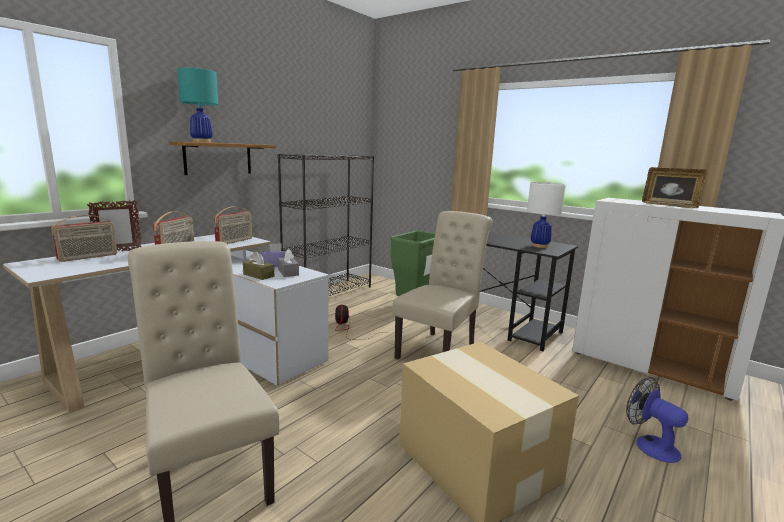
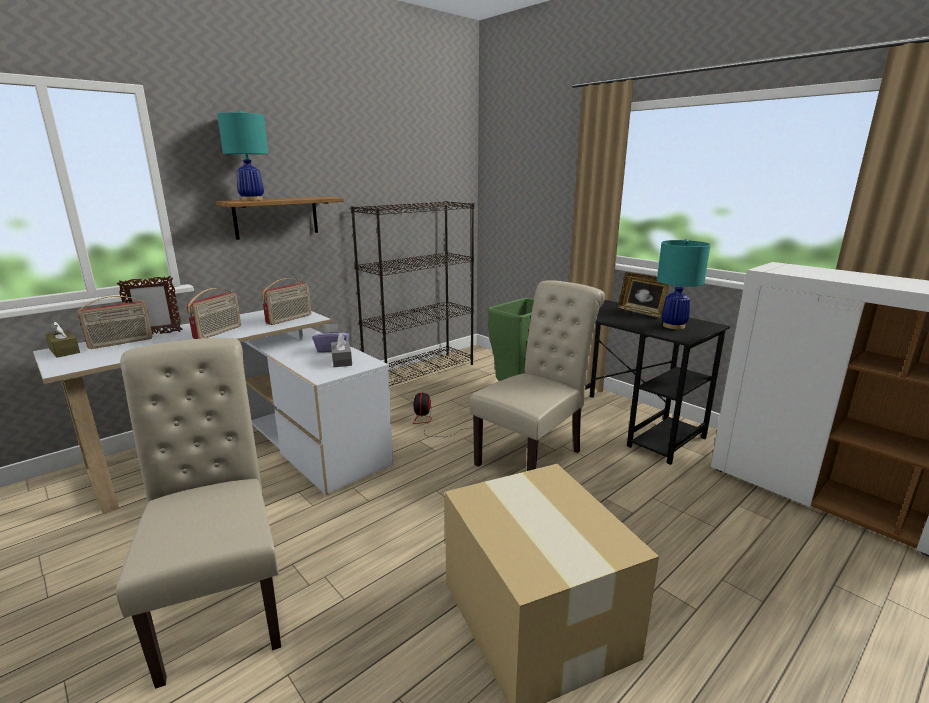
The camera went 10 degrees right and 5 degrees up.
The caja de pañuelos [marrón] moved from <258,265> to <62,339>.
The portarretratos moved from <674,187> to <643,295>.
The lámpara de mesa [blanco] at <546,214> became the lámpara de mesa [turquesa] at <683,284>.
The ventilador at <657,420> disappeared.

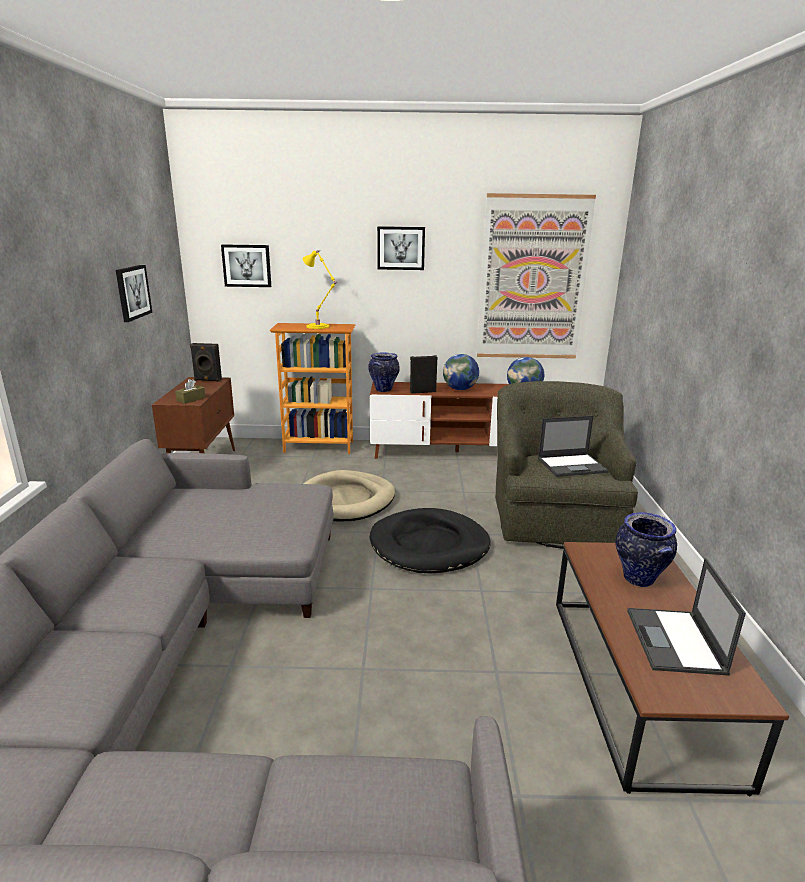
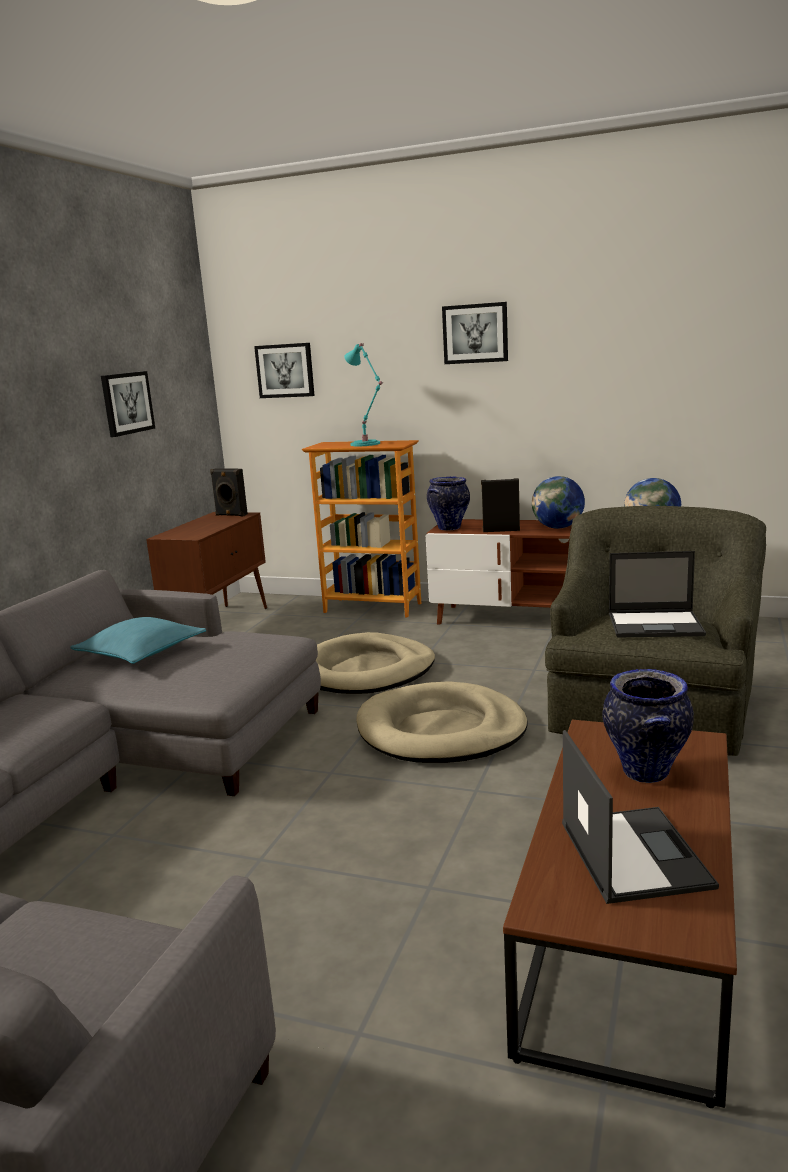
The camera went 20 degrees right and 5 degrees down.
The cojín [turquesa] at <138,640> appeared.
The lámpara de mesa [amarillo] at <320,289> became the lámpara de mesa [turquesa] at <363,394>.
The cama para perro [negro] at <430,541> became the cama para perro [beis] at <442,722>.
The portátil at <686,616> turned 150 degrees clockwise.
The caja de pañuelos [marrón] at <190,391> disappeared.
The cuadro at <536,276> disappeared.

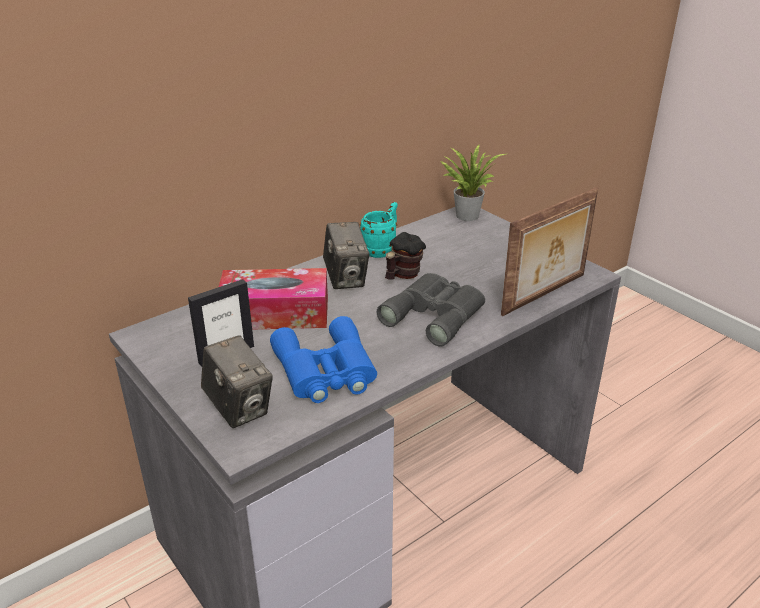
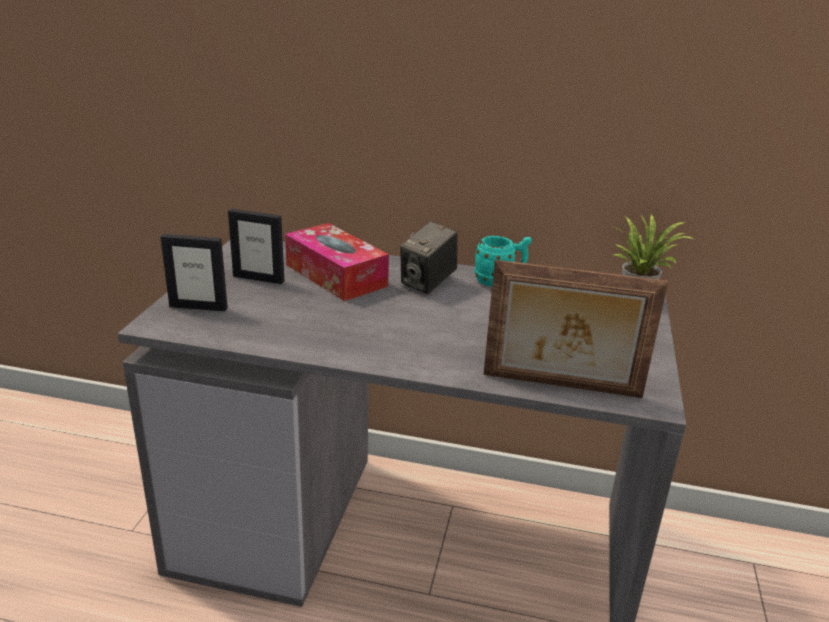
The camera went 50 degrees right and 5 degrees down.
The cámara at <237,381> was replaced by the portarretratos at <194,272>.
The prismáticos [azul] at <323,359> disappeared.
The prismáticos [gris] at <431,310> disappeared.
The taza grande at <405,256> disappeared.

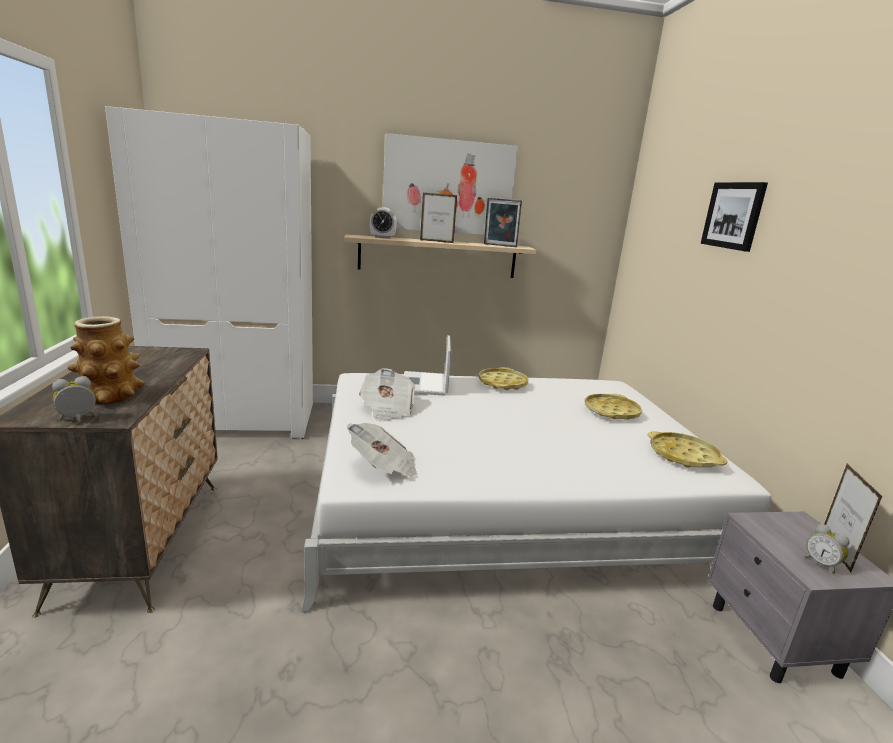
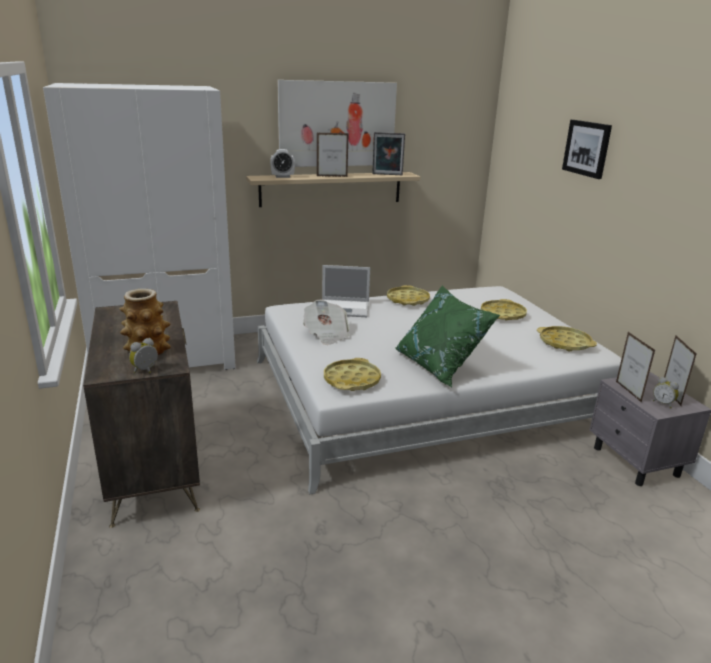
The camera went 10 degrees left and 5 degrees up.
The portátil at <427,365> turned 75 degrees counterclockwise.
The periódico at <382,450> was replaced by the bandeja [amarillo] at <352,374>.
The cojín [verde] at <447,336> appeared.
The portarretratos at <635,367> appeared.

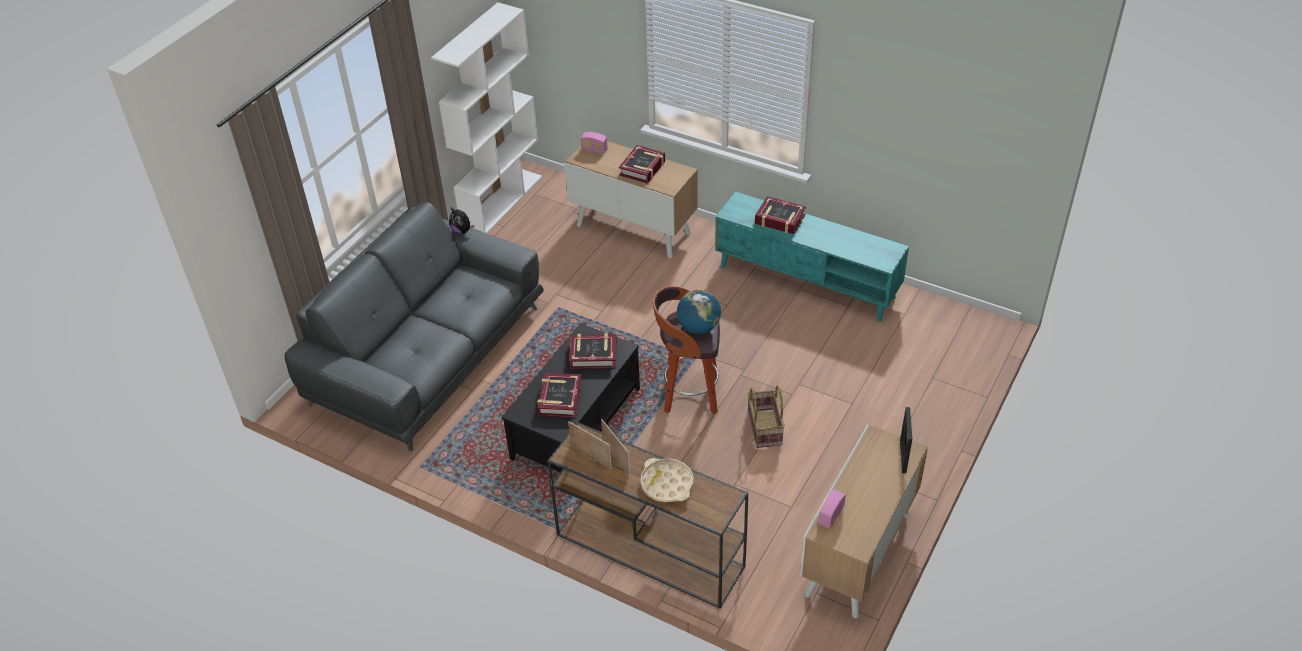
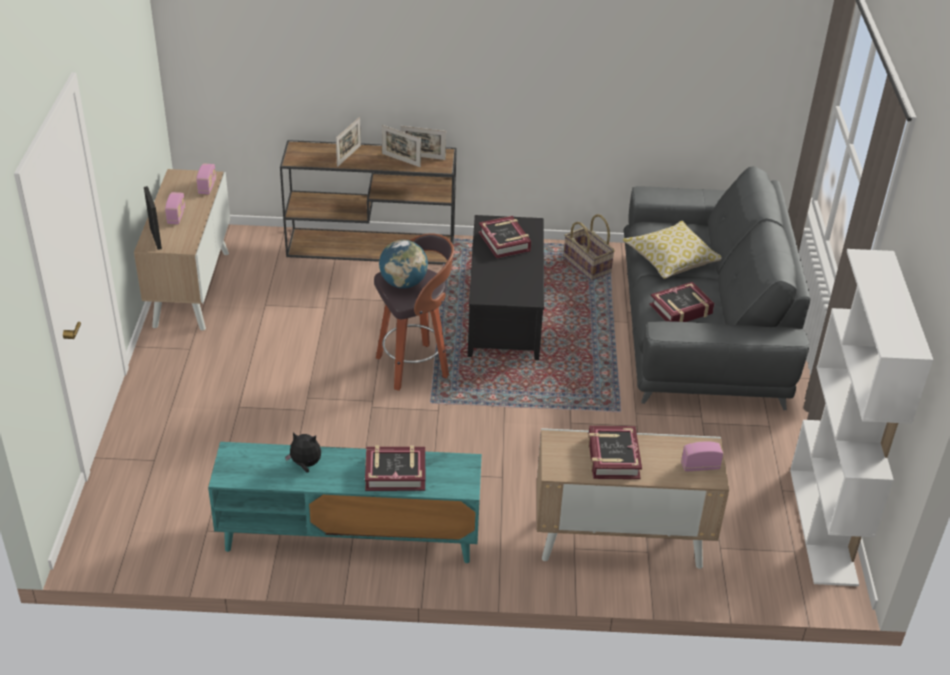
The camera went 150 degrees right and 5 degrees down.
The radio at <175,208> appeared.
The peluche moved from <461,220> to <303,452>.
The bandeja [beis] at <667,480> was replaced by the portarretratos at <348,142>.
The cesta moved from <766,416> to <589,247>.
The cojín at <672,250> appeared.
The libro moved from <593,351> to <682,302>.

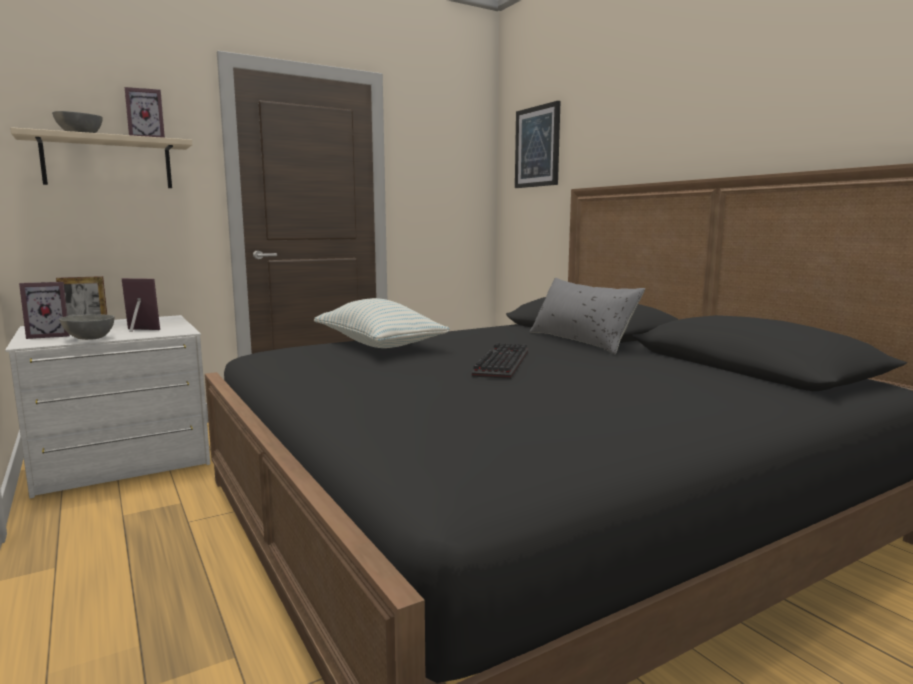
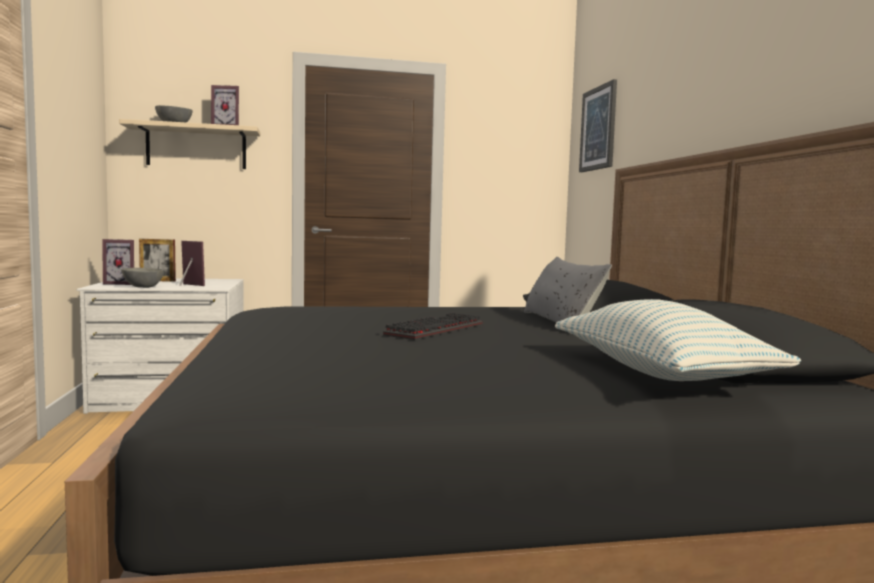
The camera went 20 degrees right and 5 degrees down.
The cojín moved from <382,323> to <678,340>.

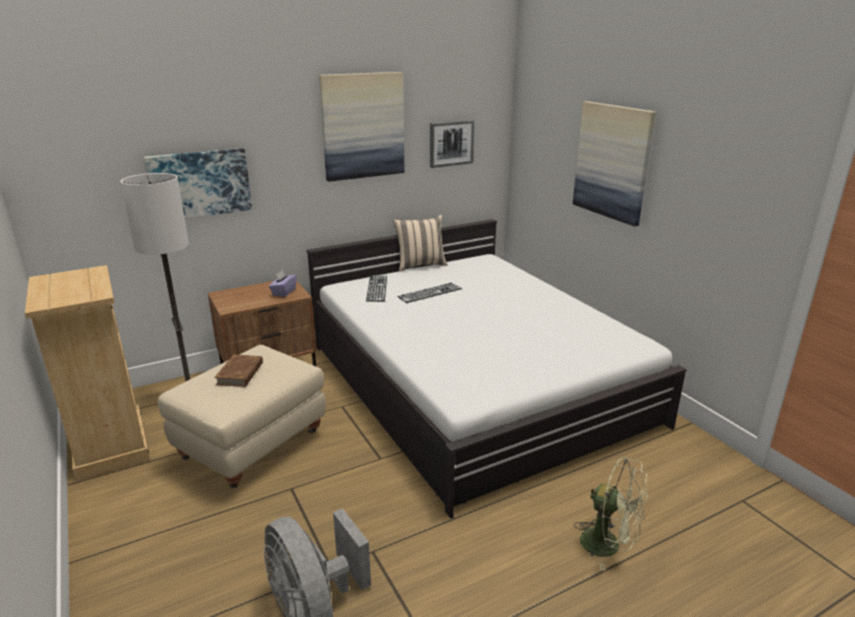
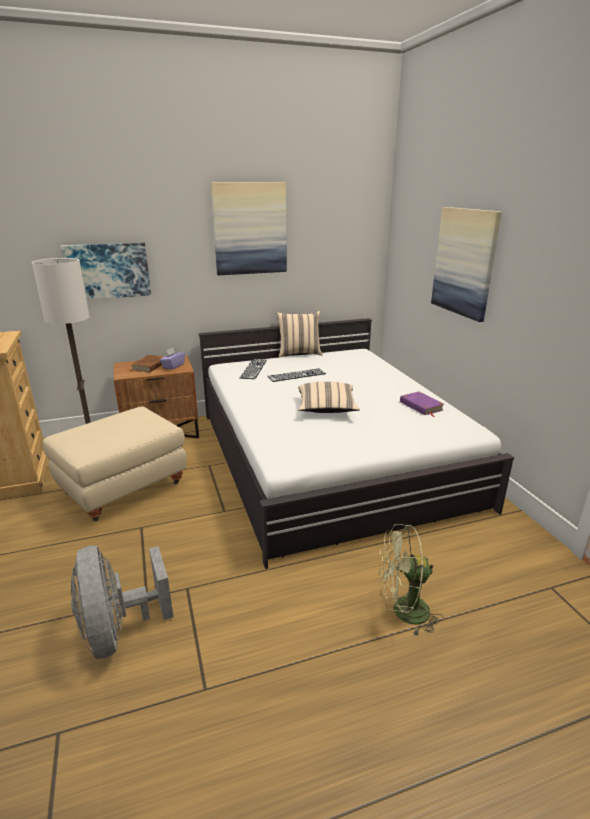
The camera went 10 degrees right and 0 degrees up.
The libro [marrón] moved from <238,371> to <147,363>.
The cojín [beis] at <329,397> appeared.
The ventilador [verde] at <611,514> turned 135 degrees clockwise.
The libro [morado] at <422,404> appeared.
The cuadro at <452,144> disappeared.

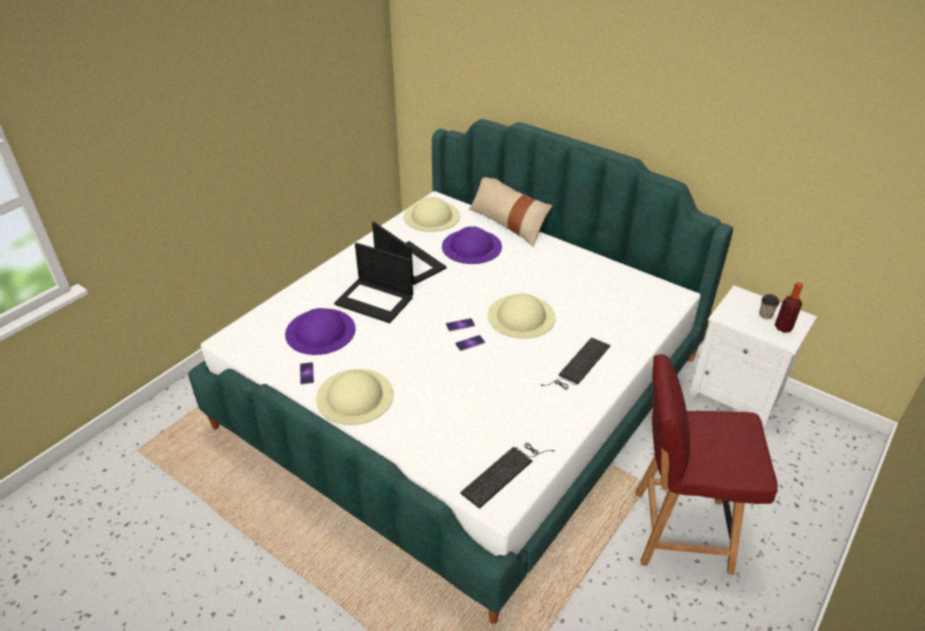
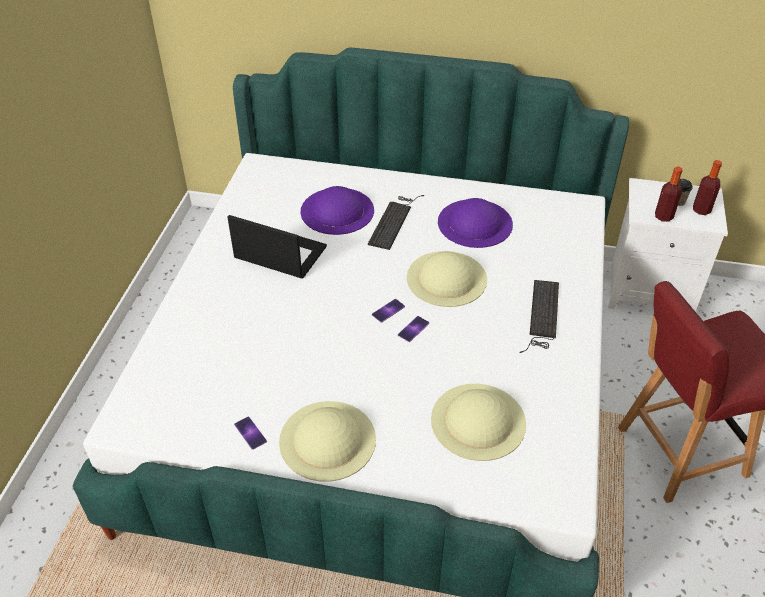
The camera went 25 degrees left and 5 degrees up.
The teclado moved from <507,476> to <396,222>.
The sombrero [beis] moved from <431,214> to <478,422>.
The sombrero [morado] moved from <320,331> to <475,223>.
The botella at <668,194> appeared.
The portátil at <373,283> disappeared.
The cojín [beis] at <510,212> disappeared.

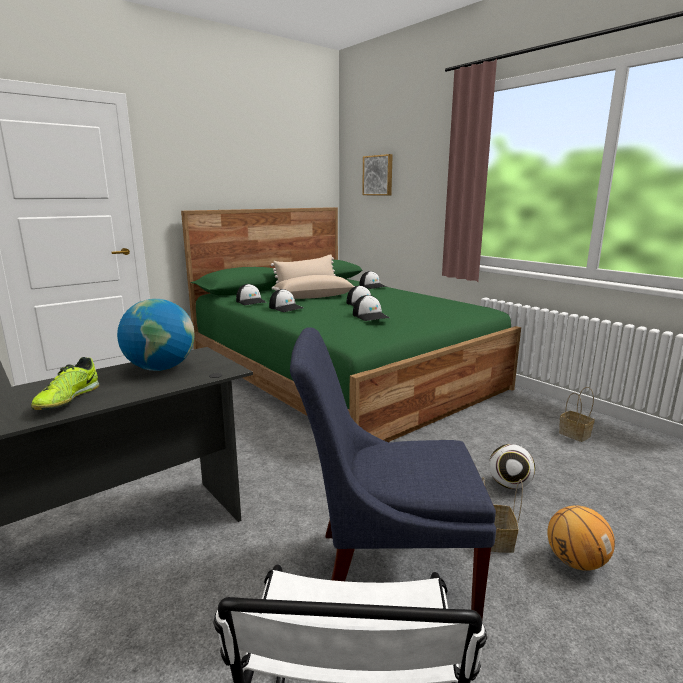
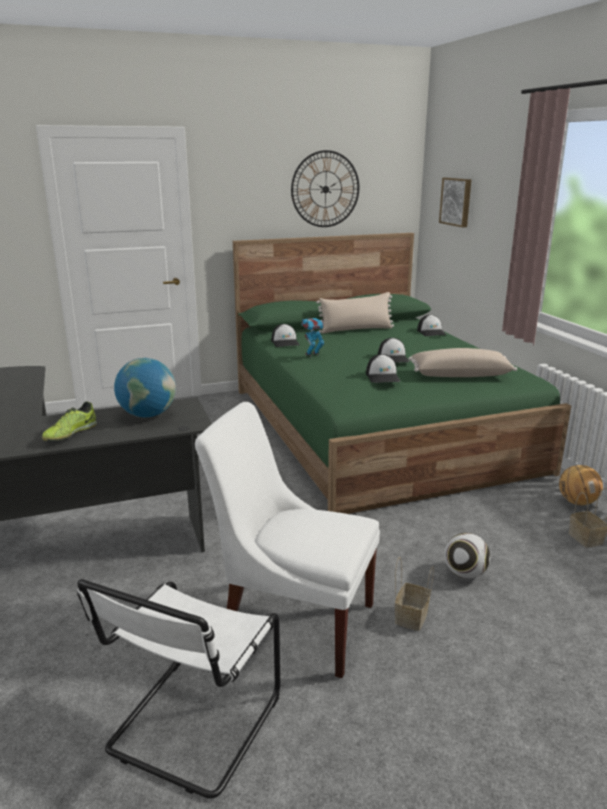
The camera went 20 degrees right and 5 degrees up.
The silla [azul] at <393,473> became the silla [blanco] at <287,540>.
The reloj de pared at <325,188> appeared.
The gorra at <286,300> was replaced by the robot de juguete at <313,336>.
The cojín [beis] moved from <313,287> to <463,362>.
The balón de baloncesto moved from <581,538> to <581,485>.

